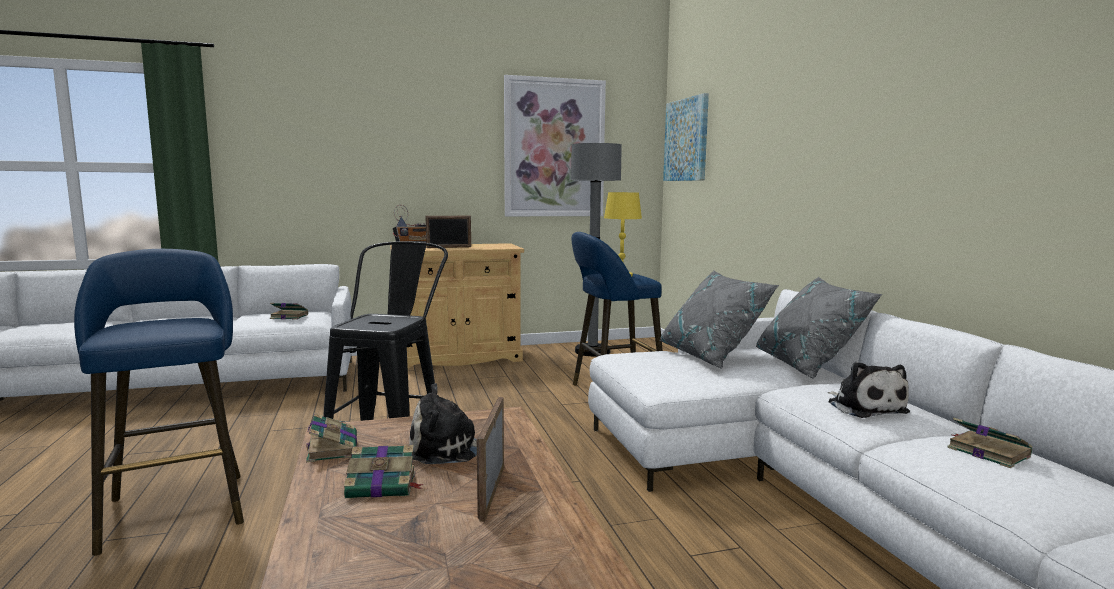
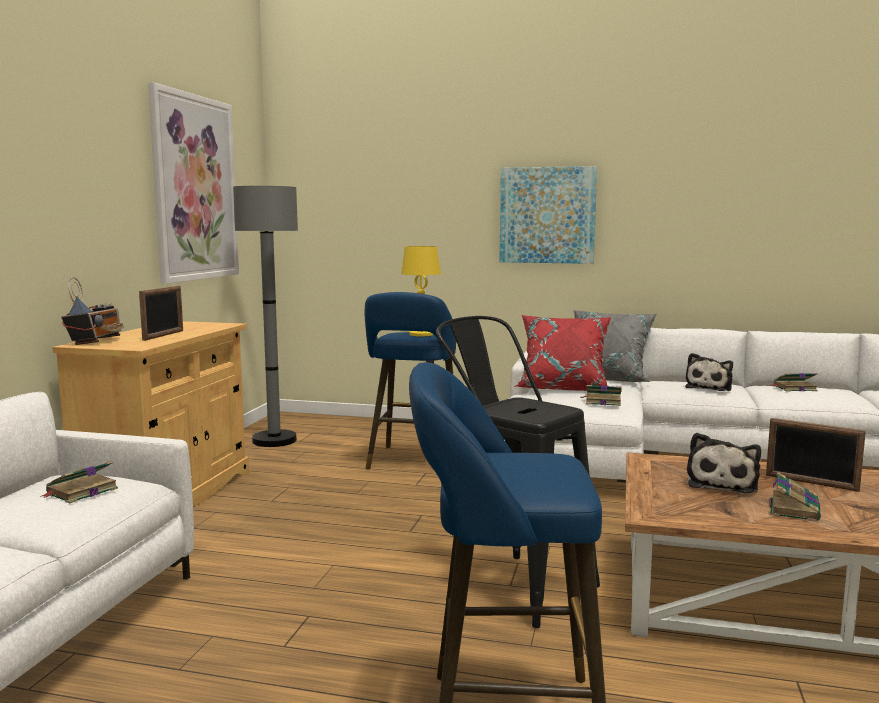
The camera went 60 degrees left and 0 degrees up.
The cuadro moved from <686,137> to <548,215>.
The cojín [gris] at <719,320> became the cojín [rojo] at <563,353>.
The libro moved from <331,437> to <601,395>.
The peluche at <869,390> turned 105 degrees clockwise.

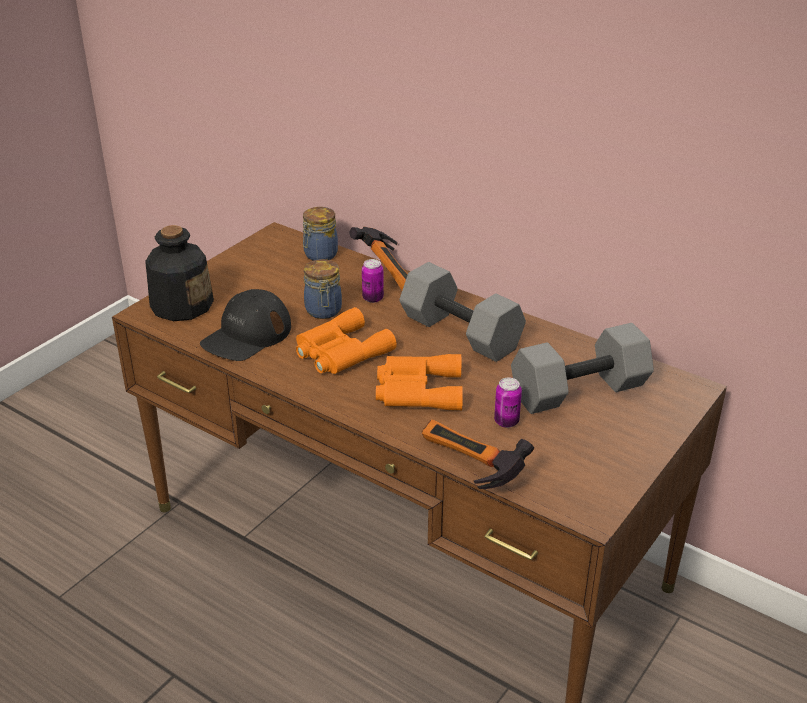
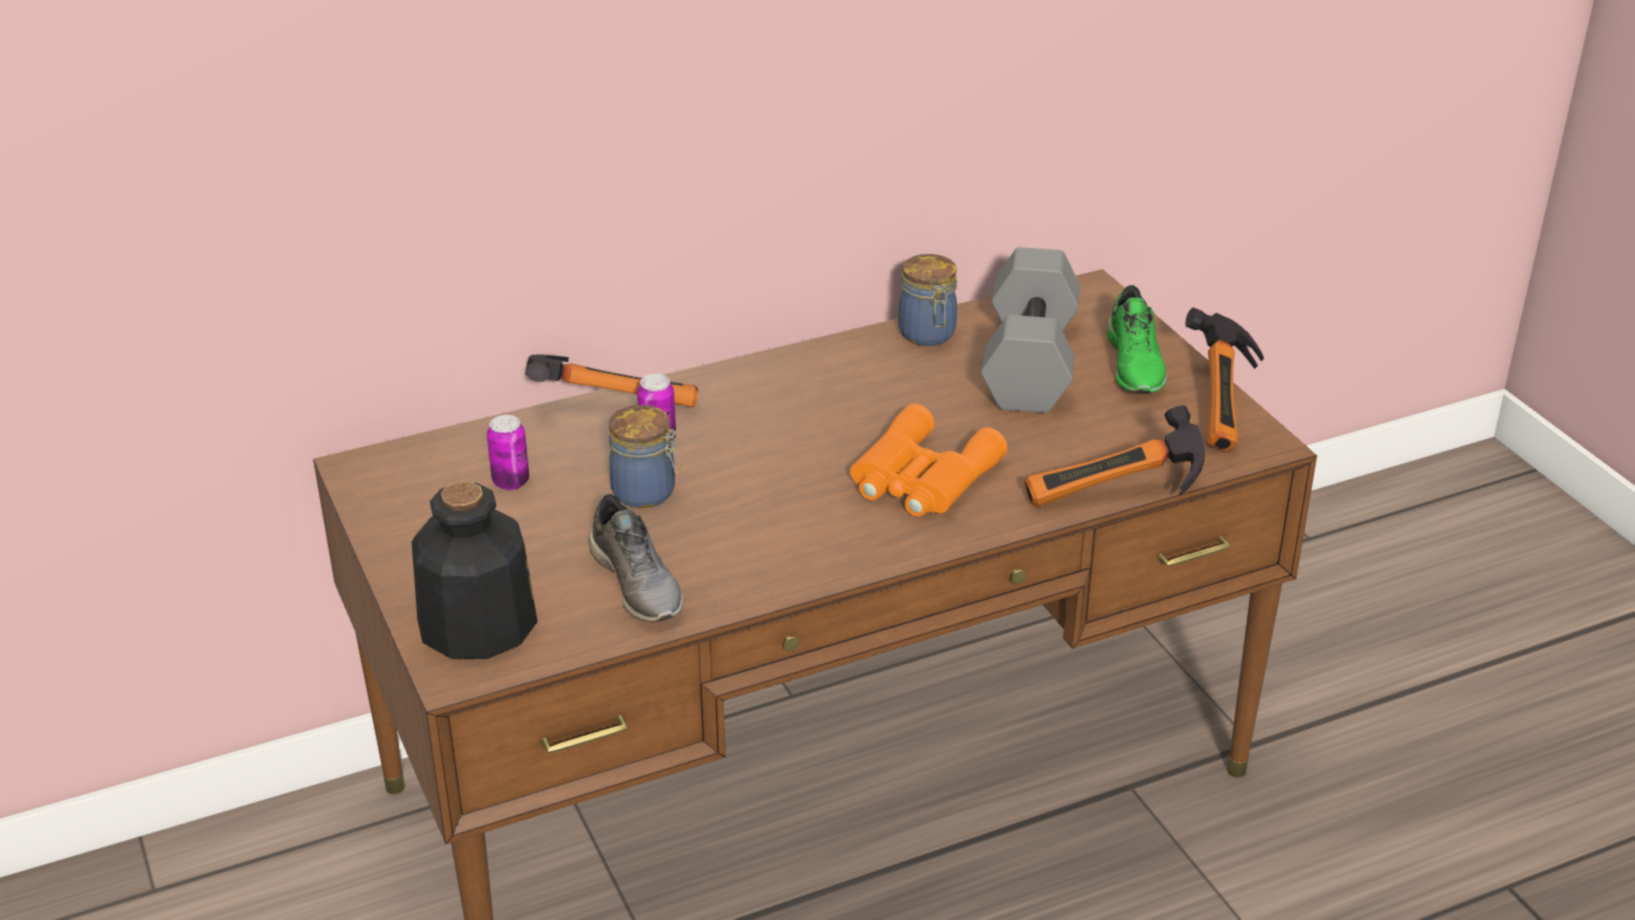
The camera went 60 degrees left and 0 degrees up.
The lata moved from <508,403> to <508,452>.
The gorra [negro] at <245,325> was replaced by the zapato [gris] at <636,557>.
The tarro moved from <320,234> to <928,300>.
The zapato [verde] at <1137,339> appeared.
The martillo at <1224,379> appeared.
The prismáticos [naranja] at <346,340> disappeared.
The mancuerna [gris] at <462,312> disappeared.

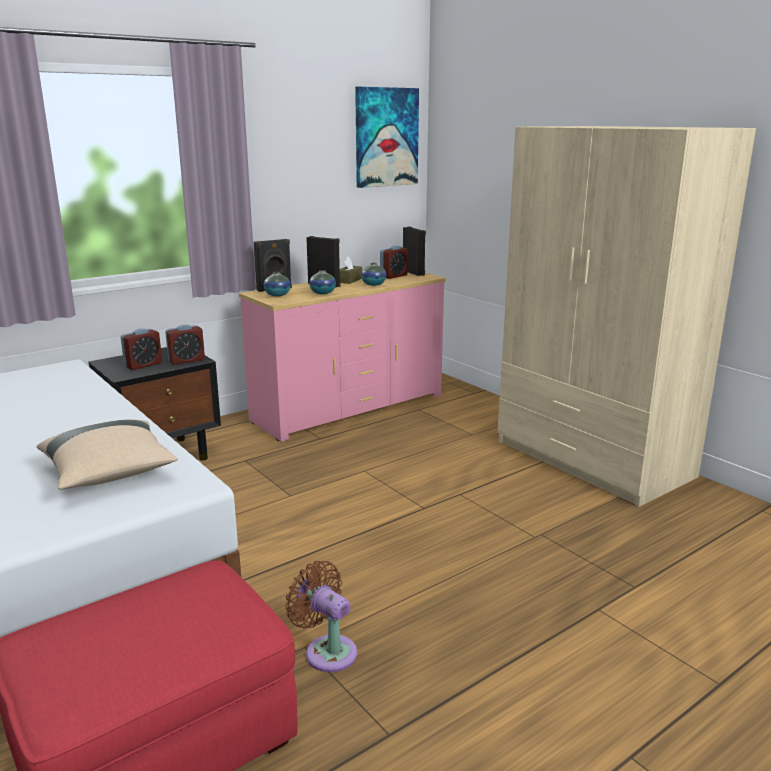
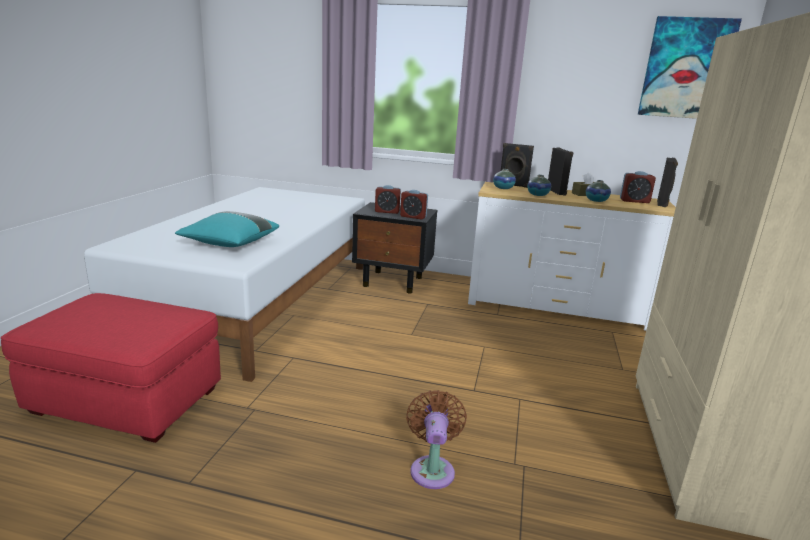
The camera went 50 degrees right and 0 degrees up.
The cojín [beis] at <107,454> became the cojín [turquesa] at <227,229>.
The ventilador [marrón] moved from <321,616> to <436,439>.
The cómoda [rosa] at <342,357> became the cómoda [blanco] at <572,256>.

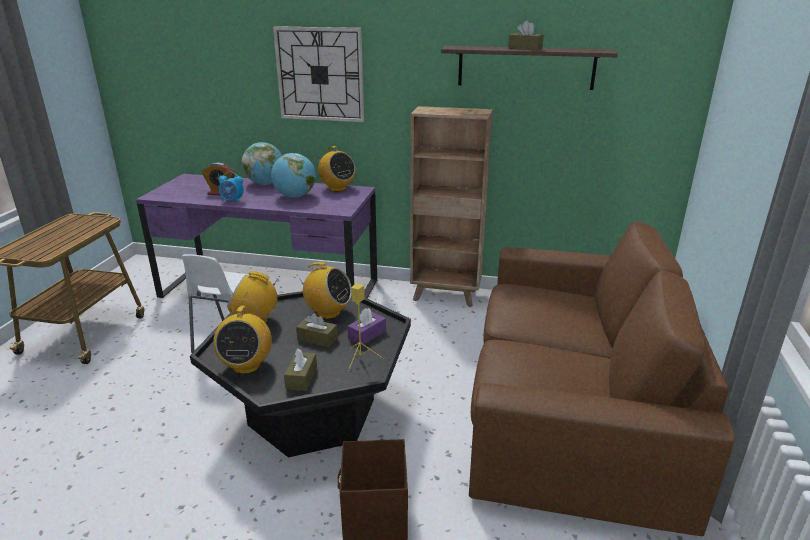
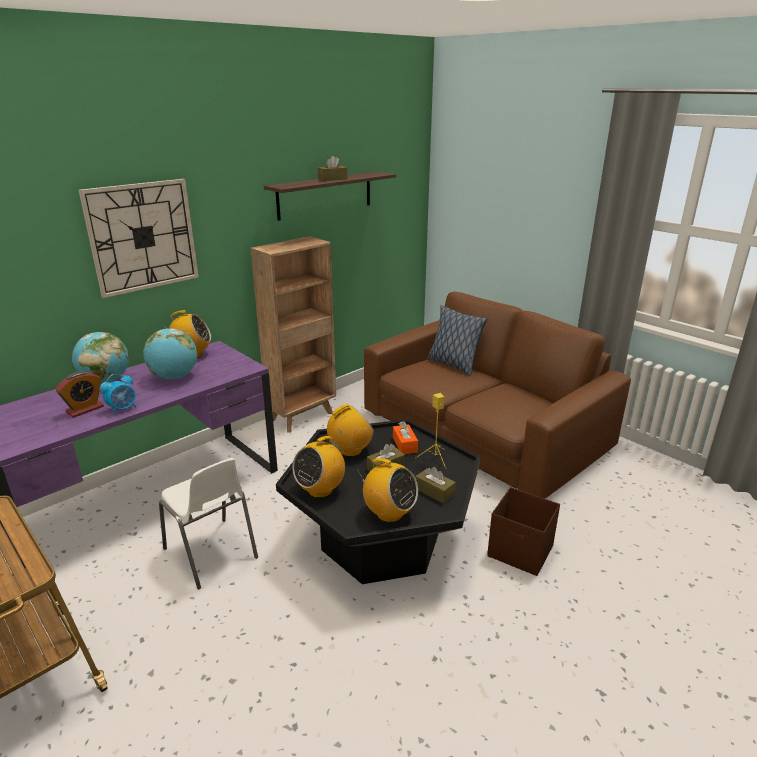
The camera went 55 degrees left and 0 degrees up.
The caja de pañuelos [morado] at <366,327> became the caja de pañuelos [naranja] at <405,437>.
The cojín at <457,340> appeared.

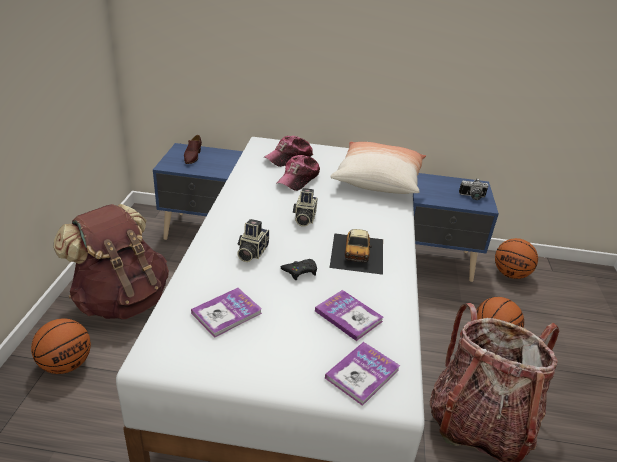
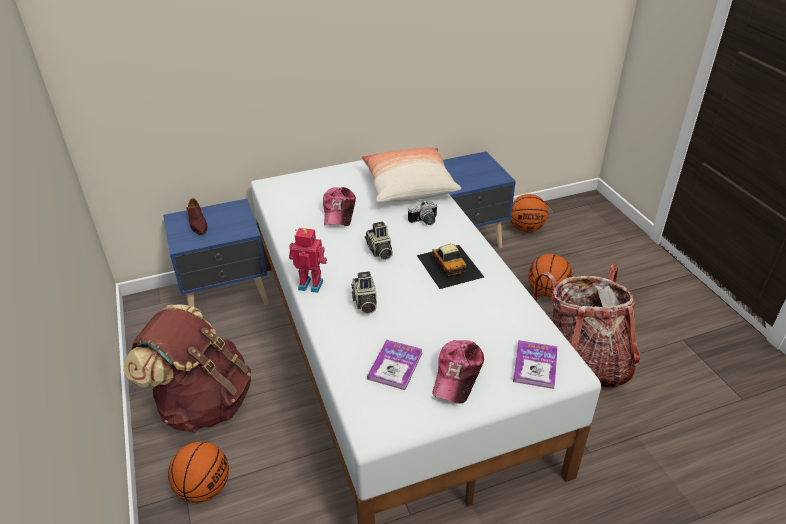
The camera went 25 degrees left and 5 degrees up.
The robot de juguete at <308,260> appeared.
The cámara moved from <473,189> to <422,212>.
The gorra moved from <288,151> to <458,372>.
The mando de consola [negro] at <299,269> disappeared.
The libro at <349,315> disappeared.

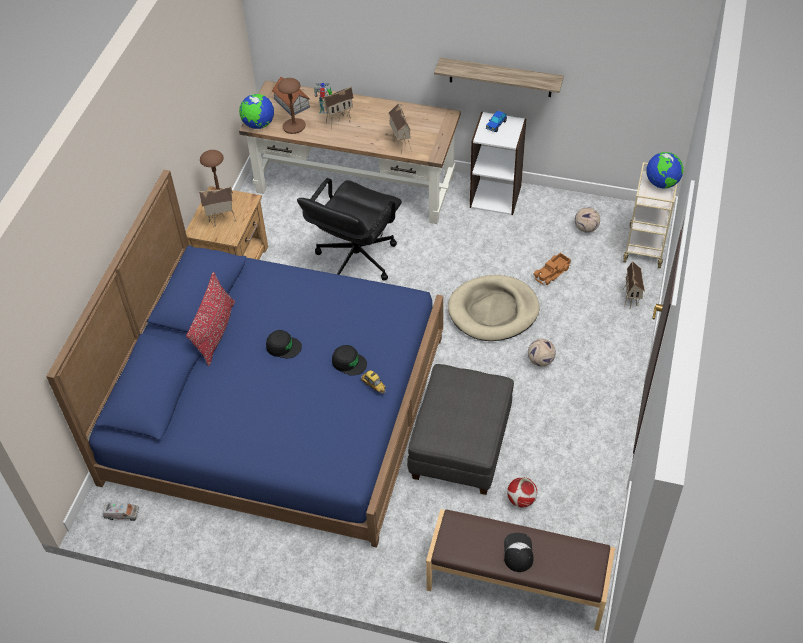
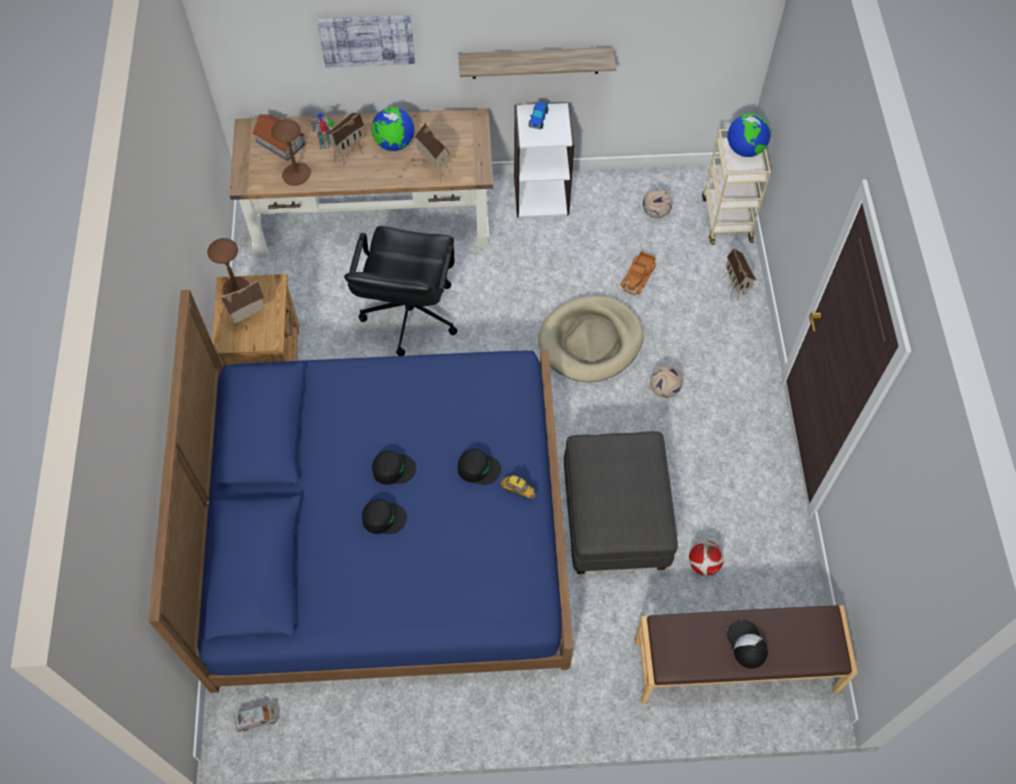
The camera went 20 degrees left and 10 degrees up.
The cuadro at <366,41> appeared.
The gorra [negro] at <384,516> appeared.
The globo terráqueo moved from <256,111> to <393,129>.
The cojín [rojo] at <210,319> disappeared.

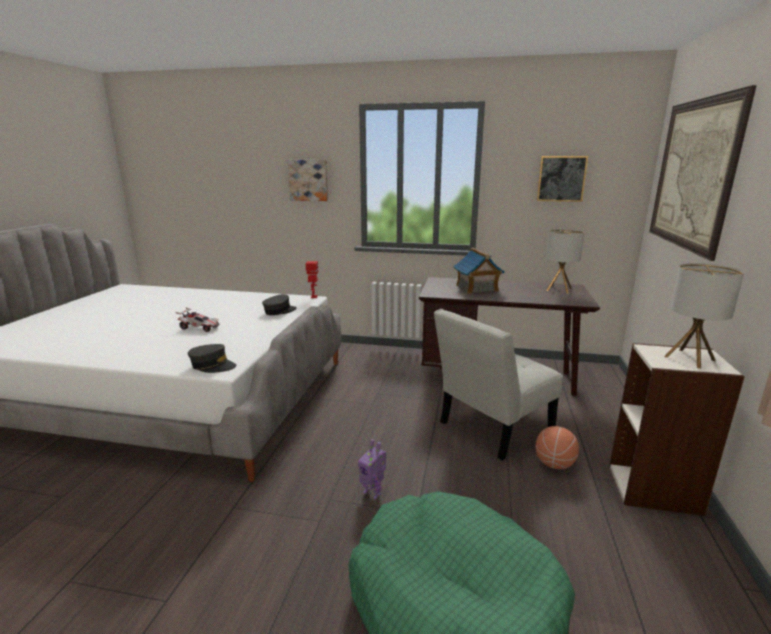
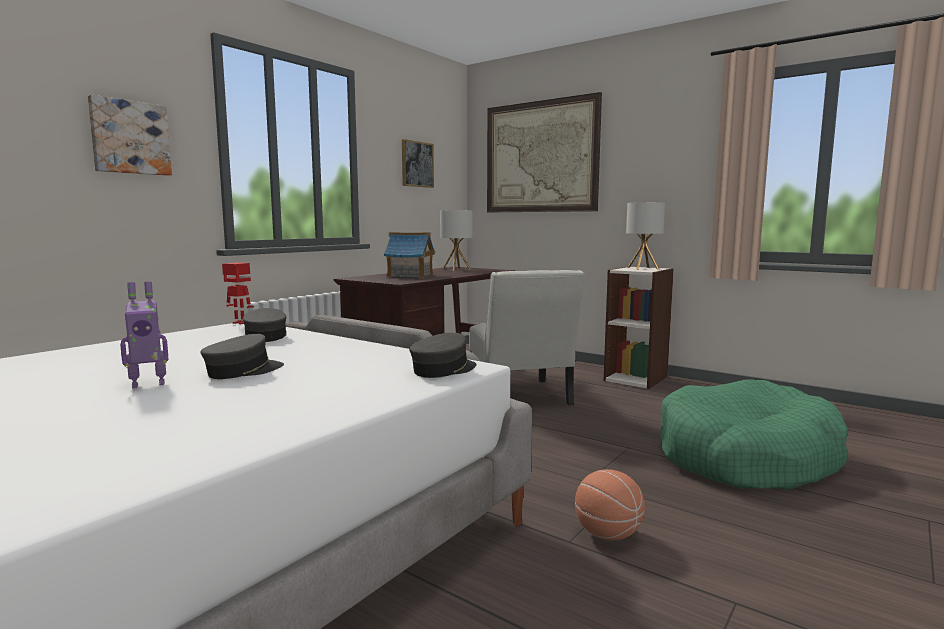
The camera went 65 degrees left and 10 degrees down.
The robot de juguete moved from <372,469> to <144,335>.
The coche de juguete at <198,319> was replaced by the gorra [gris] at <242,356>.
The balón de baloncesto moved from <557,447> to <610,505>.

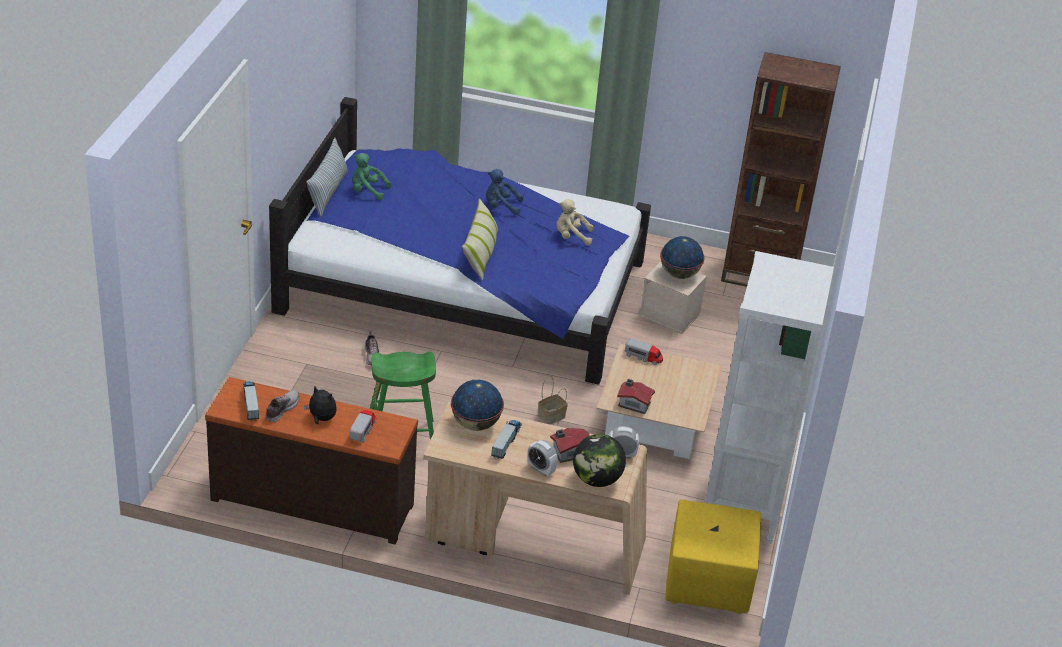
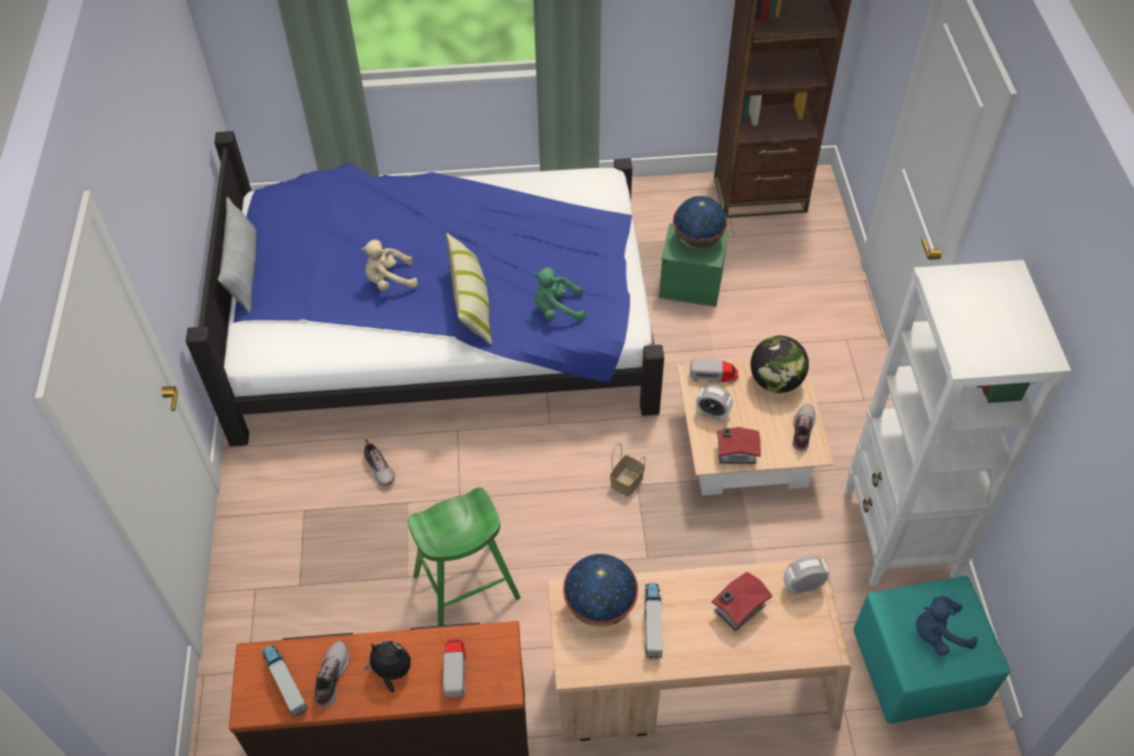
The camera went 15 degrees left and 15 degrees up.
The peluche [beis] moved from <575,222> to <389,265>.
The peluche [verde] moved from <371,176> to <559,294>.
The caja de almacenaje [beis] at <673,298> became the caja de almacenaje [verde] at <693,265>.
The despertador moved from <542,458> to <714,403>.
The globo terráqueo moved from <599,460> to <780,364>.
The zapato at <804,427> appeared.
The puf [amarillo] at <713,556> became the puf [turquesa] at <932,649>.
The peluche [azul] moved from <504,192> to <946,626>.

